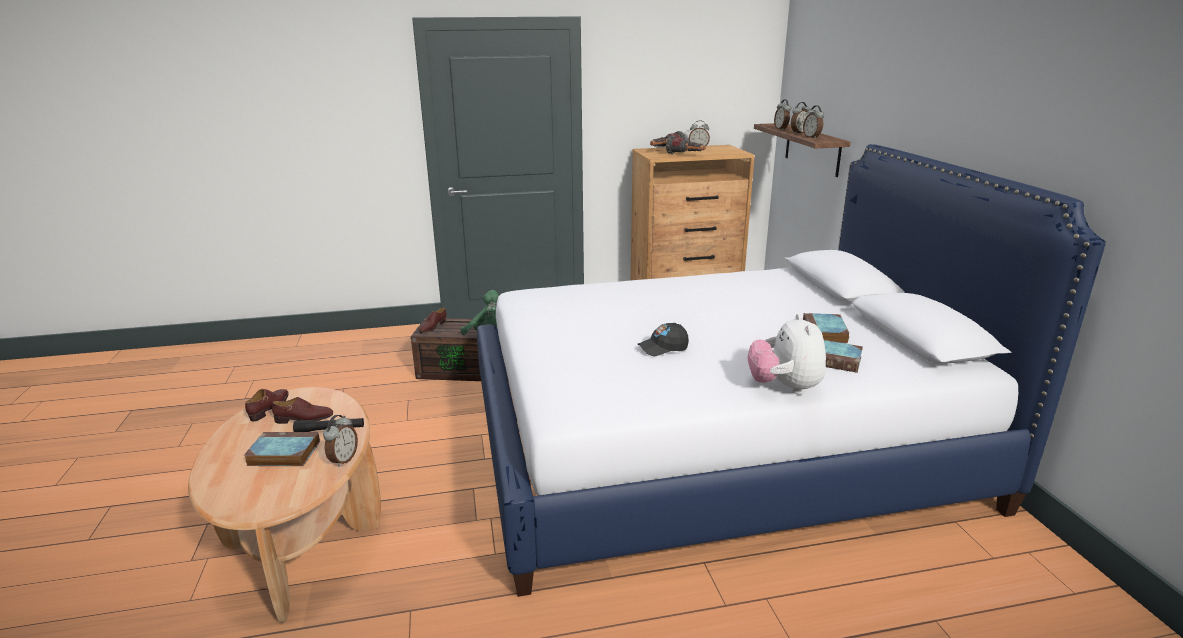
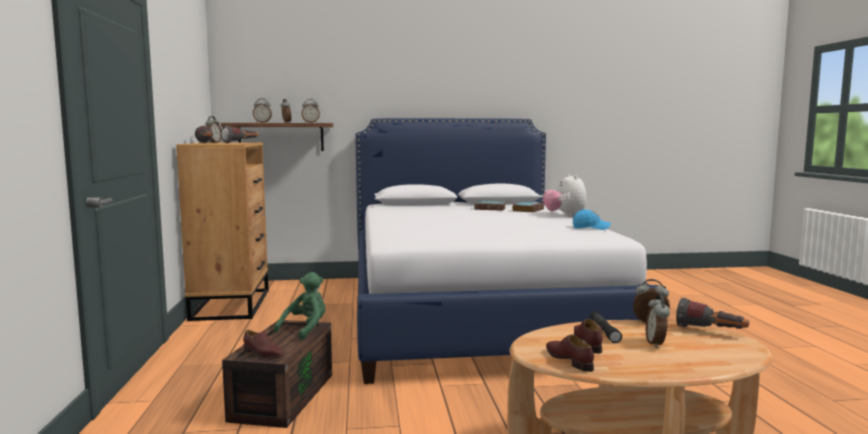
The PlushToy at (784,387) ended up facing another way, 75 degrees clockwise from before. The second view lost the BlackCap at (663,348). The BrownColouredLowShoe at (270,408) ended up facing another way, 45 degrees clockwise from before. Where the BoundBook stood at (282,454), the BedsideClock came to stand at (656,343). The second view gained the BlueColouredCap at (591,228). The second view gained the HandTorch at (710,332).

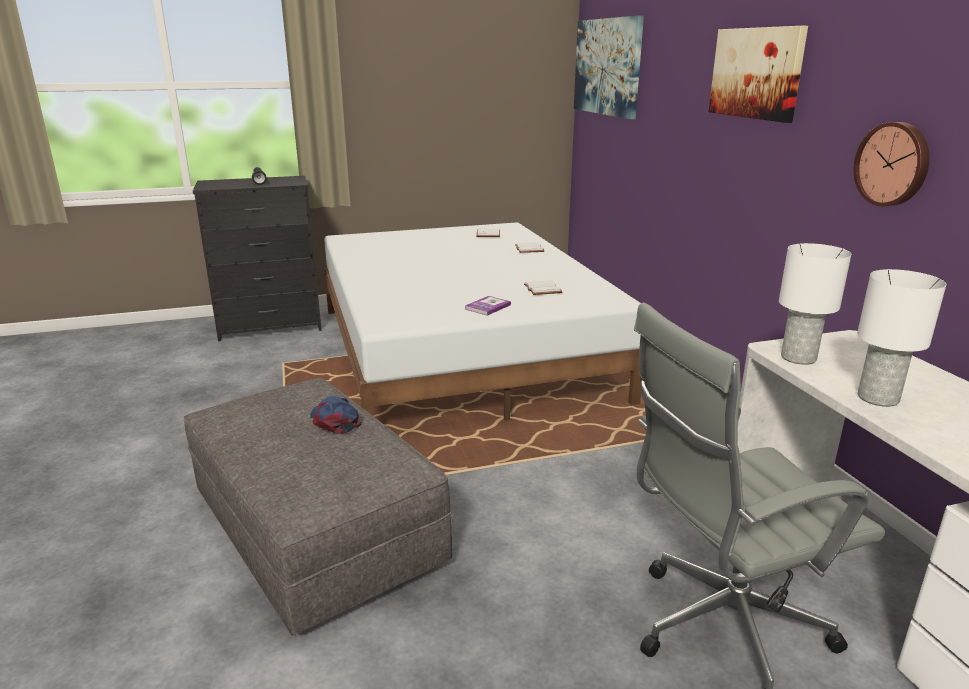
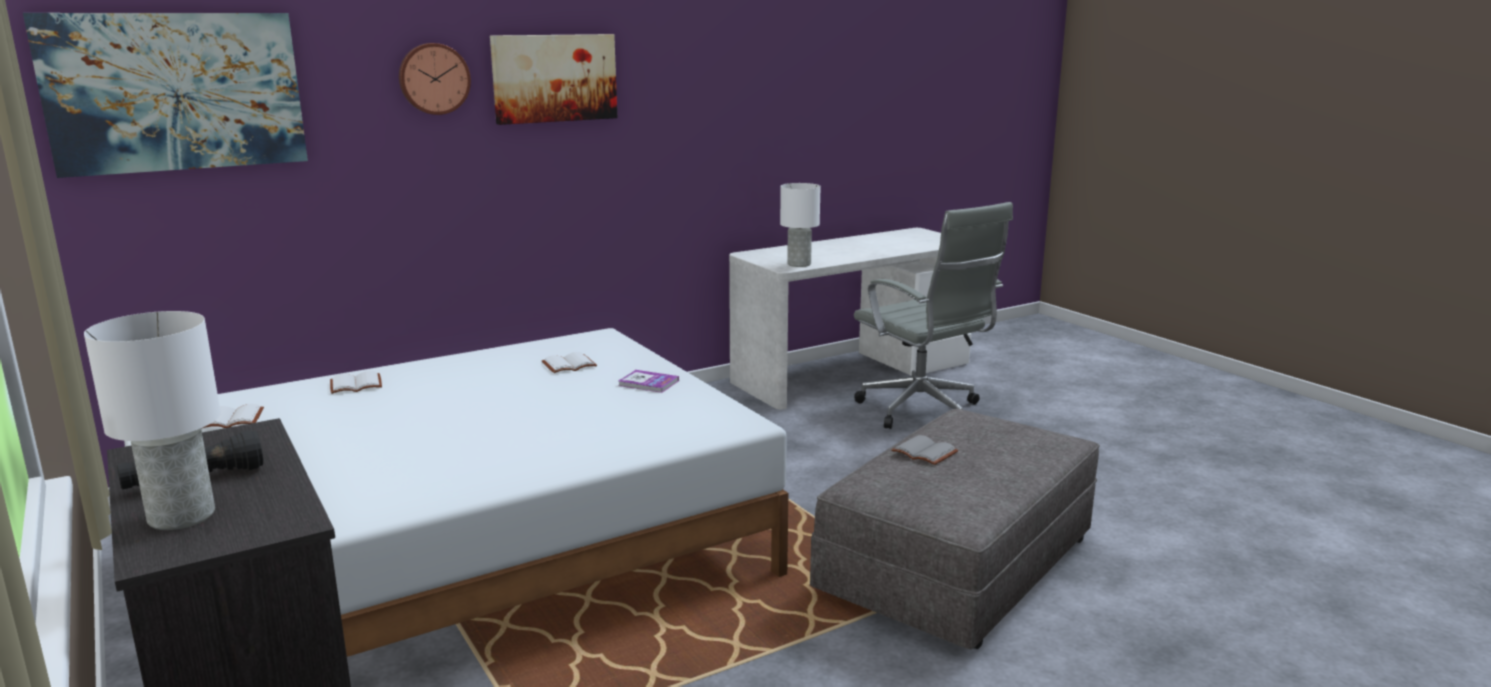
The HangingClock ended up elsewhere, having gone from (893,164) to (434,78). The WhitishTableLamp ended up elsewhere, having gone from (879,398) to (183,515). Where the BlueColouredCap stood at (334,420), the GreyishBoundBook came to stand at (926,452).

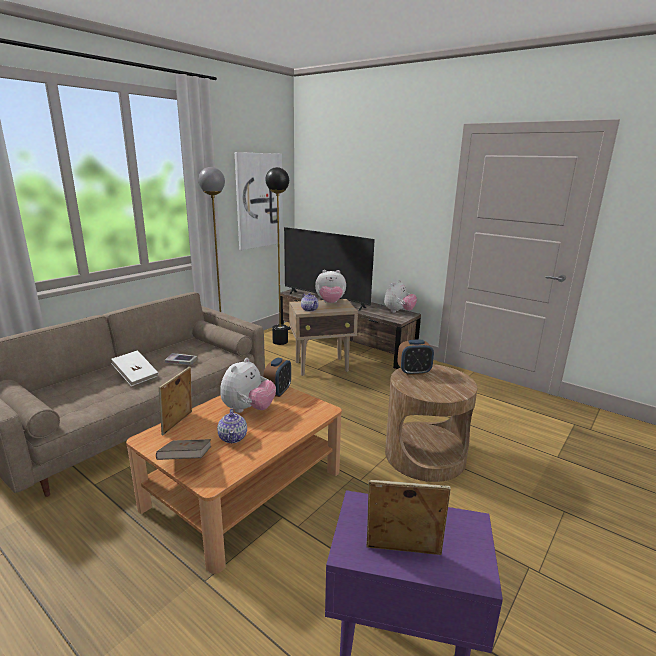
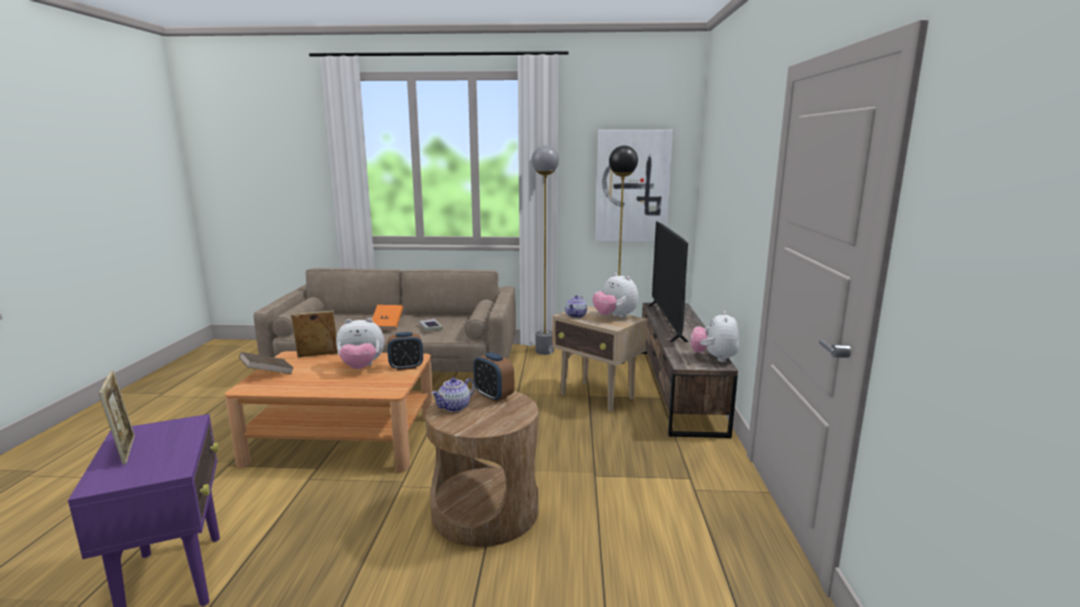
The PlushToy at (398,312) ended up facing another way, 105 degrees clockwise from before. What was the WhitishBoundBook at (136,376) turned into the OrangeColouredBoundBook at (387,325). The TeaPot ended up elsewhere, having gone from (233,437) to (455,407).

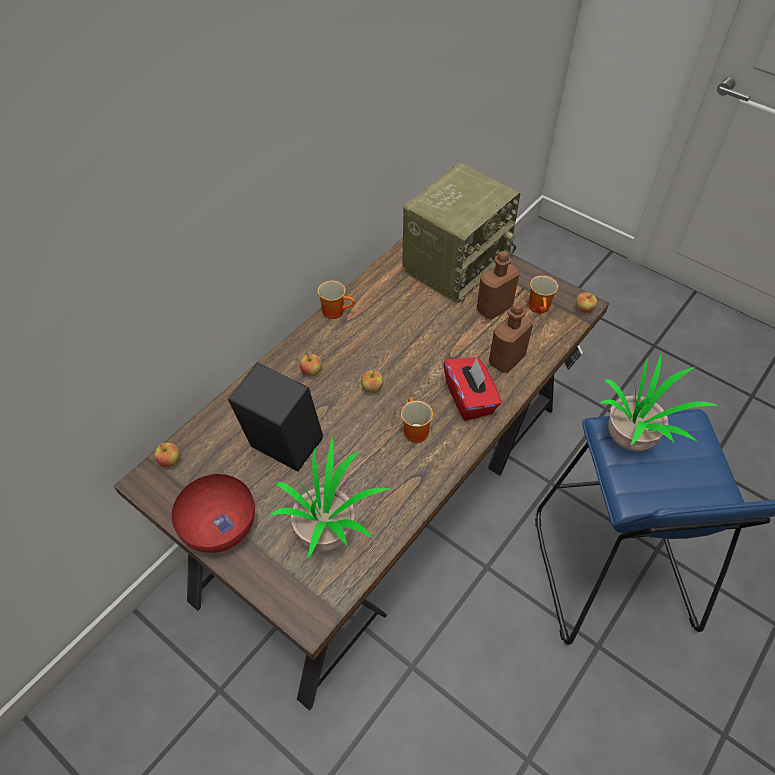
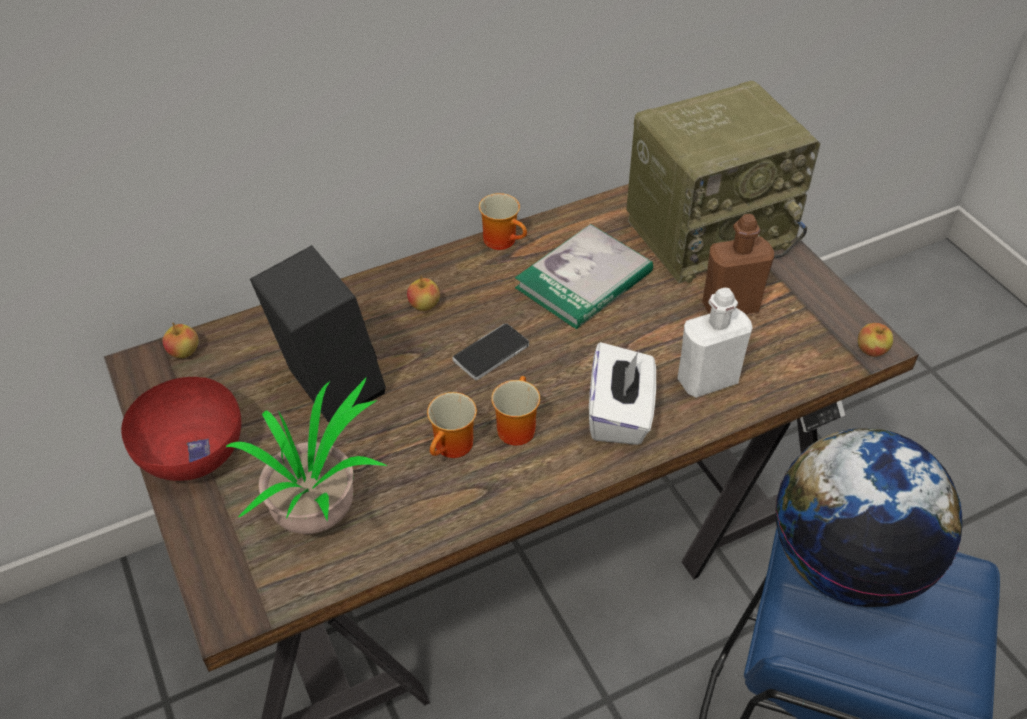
The CoffeeMug ended up elsewhere, having gone from (541,308) to (454,448). What was the BrownColouredBottle at (506,359) turned into the WhitishBottle at (707,380). Where the PlantInAPot stood at (633,439), the WorldGlobe came to stand at (846,562). What was the ReddishTissueHolder at (470,399) turned into the WhitishTissueHolder at (620,414). Where the WholeApple stood at (372,388), the Telephone came to stand at (491,353). The second view gained the BoundBook at (584,280).

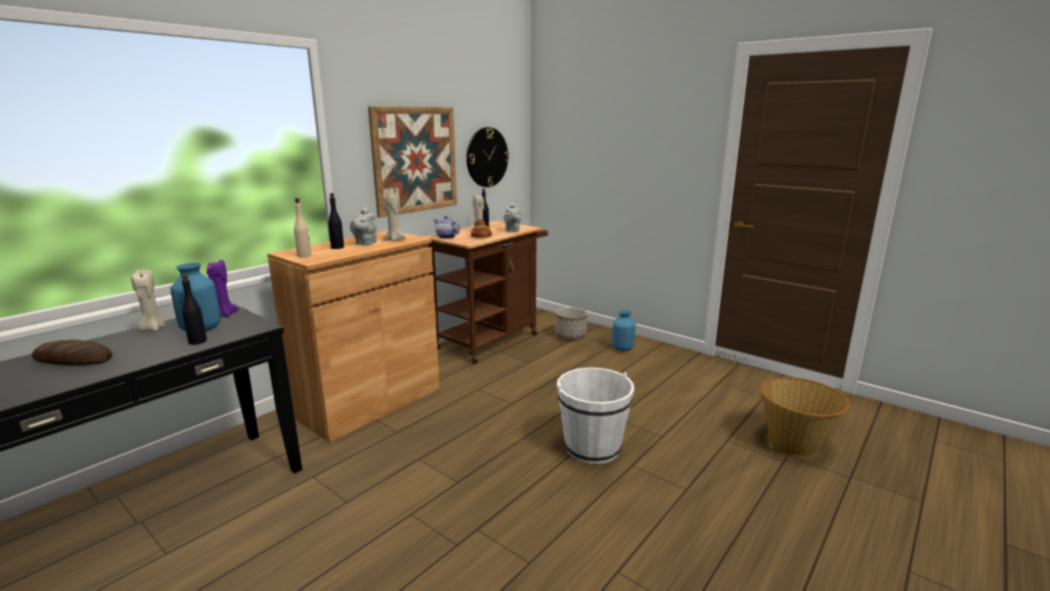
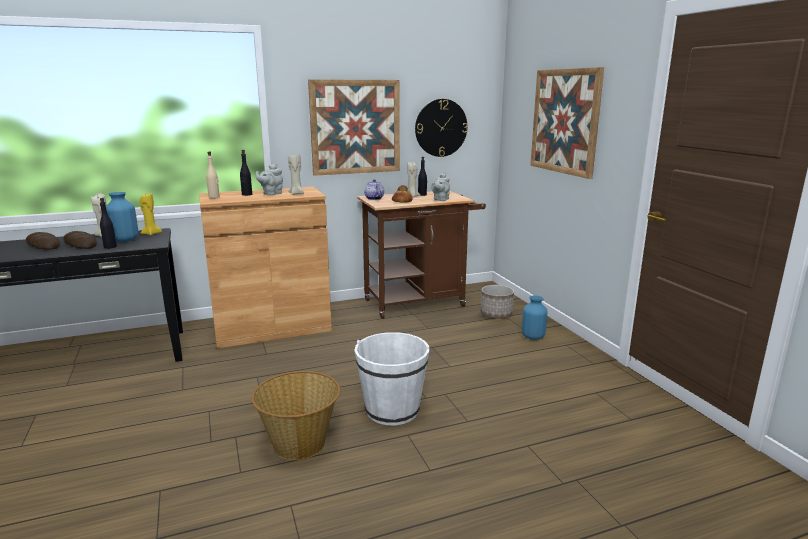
What was the PurplishWaxLight at (224,315) turned into the YellowWaxLight at (151,234). The HouseholdBasket ended up elsewhere, having gone from (795,443) to (300,444). The second view gained the WallArt at (565,121). The second view gained the BakedBread at (80,244).

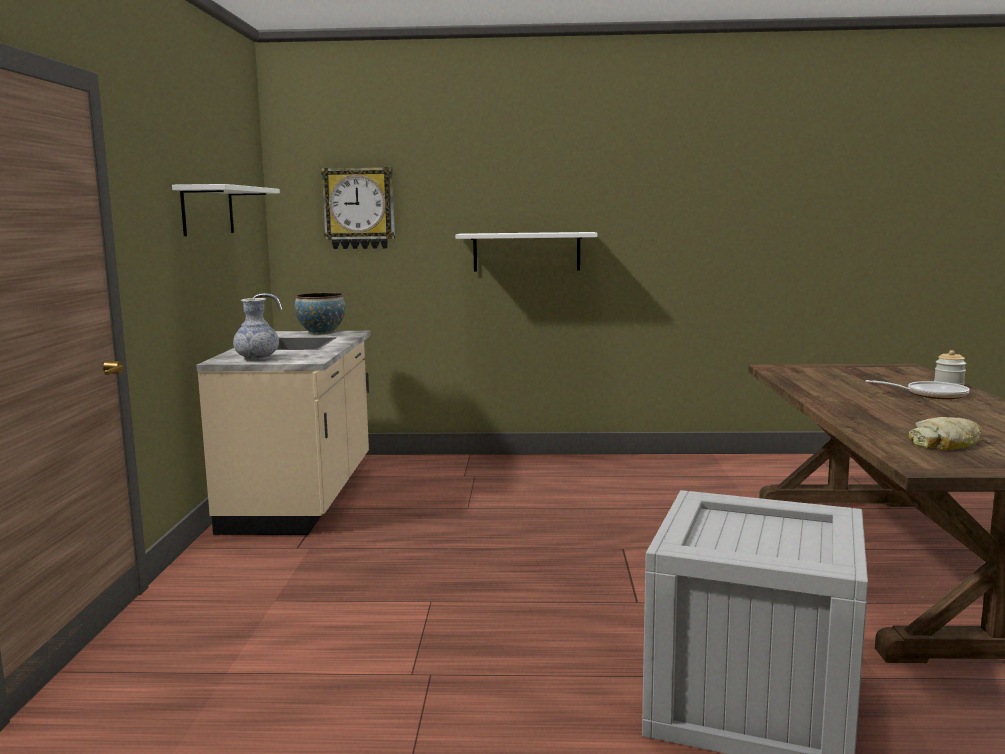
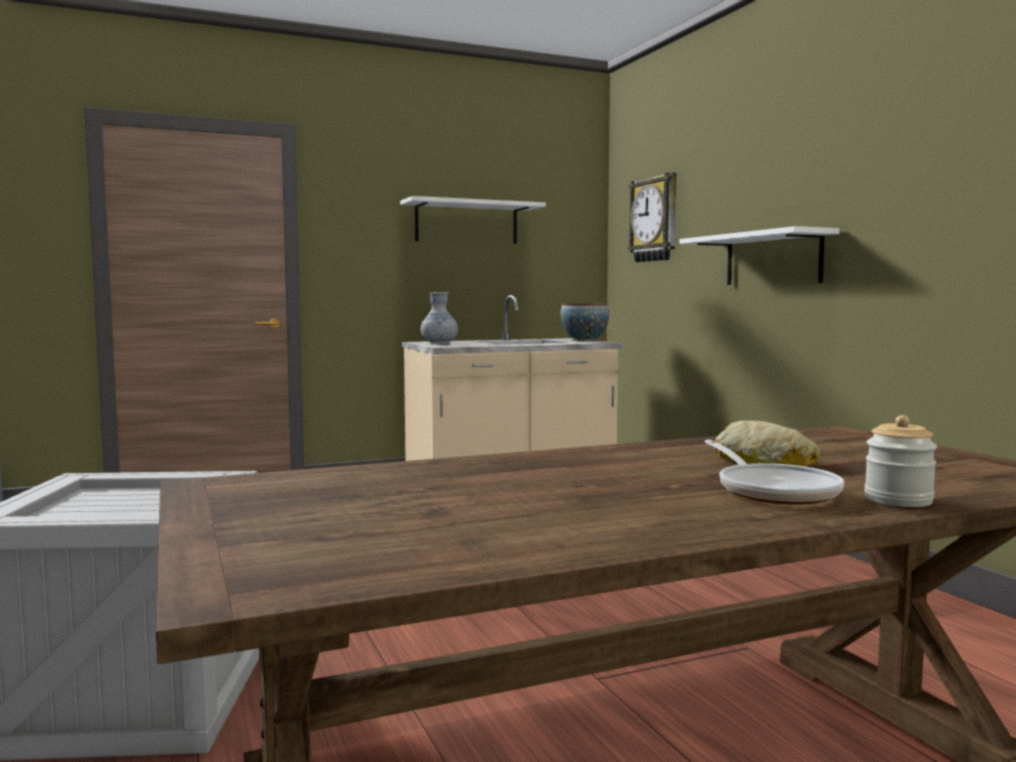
The BakedBread ended up elsewhere, having gone from (946,444) to (764,460).

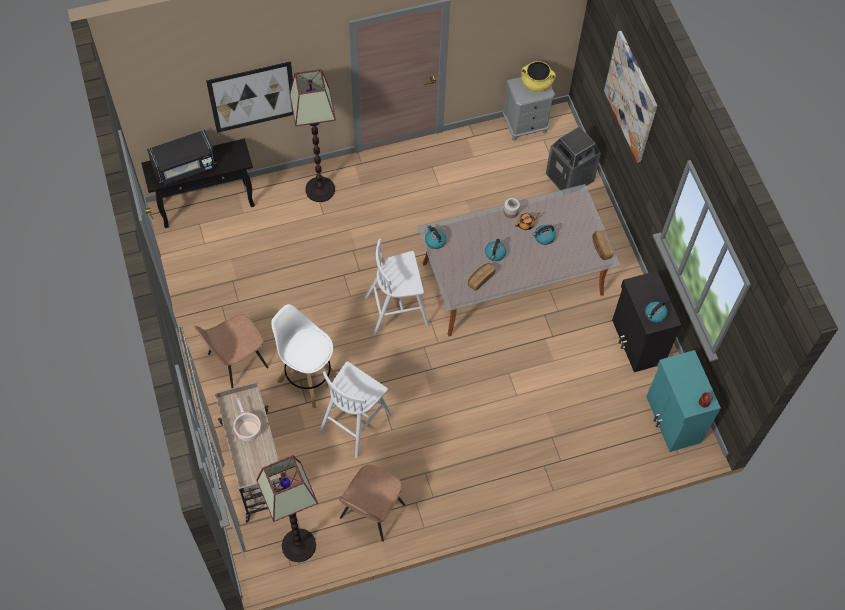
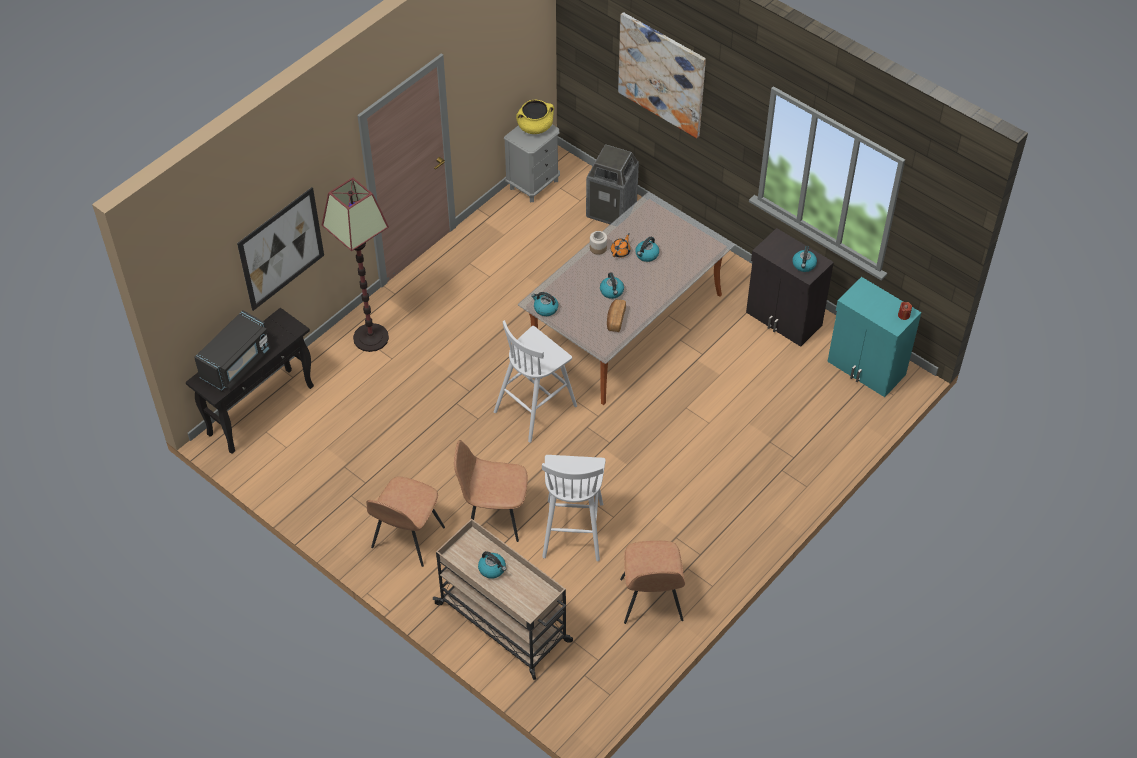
The second view lost the BakedBread at (601,248). Where the WhitishStool stood at (308,379), the BrownColouredChair came to stand at (494,516). Where the CookingPot stood at (247,429), the WaterKettle came to stand at (492,569). The second view lost the FloorLamp at (298,545).

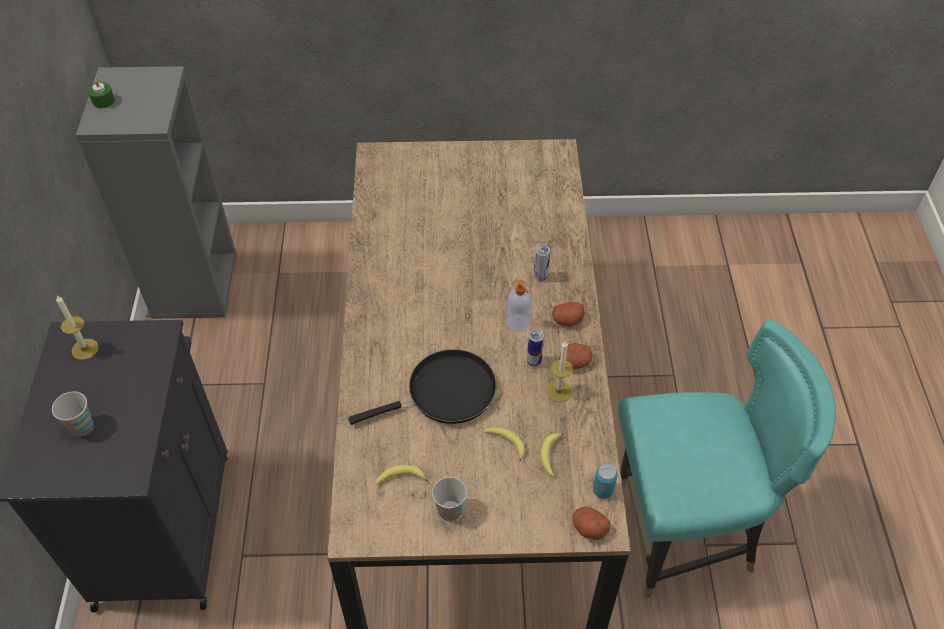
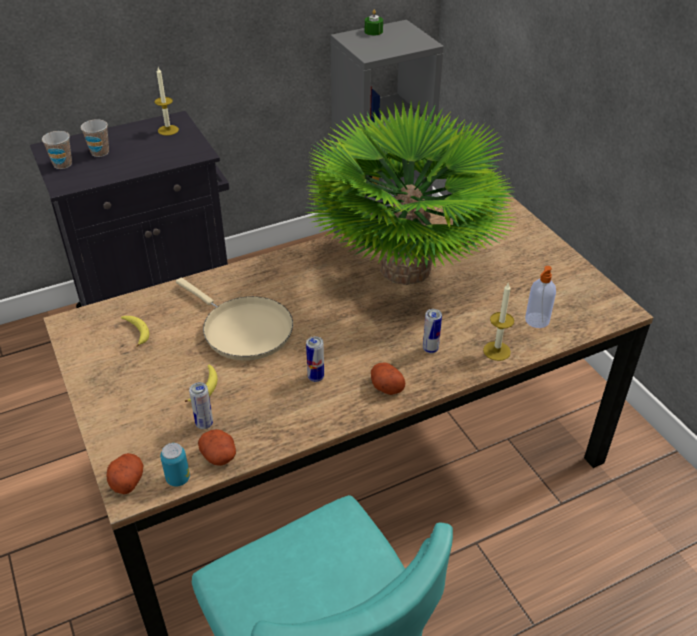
The SoapBottle ended up elsewhere, having gone from (518,323) to (536,321). The WaxLight ended up elsewhere, having gone from (559,391) to (496,351). The Spud ended up elsewhere, having gone from (574,362) to (219,456). What was the BlackPan at (445,393) turned into the SandColouredPan at (243,329). Where the WholeBanana stood at (550,455), the MetalCan came to stand at (204,424). The Cup ended up elsewhere, having gone from (450,511) to (62,164). The second view gained the PlantInAPot at (405,269).

